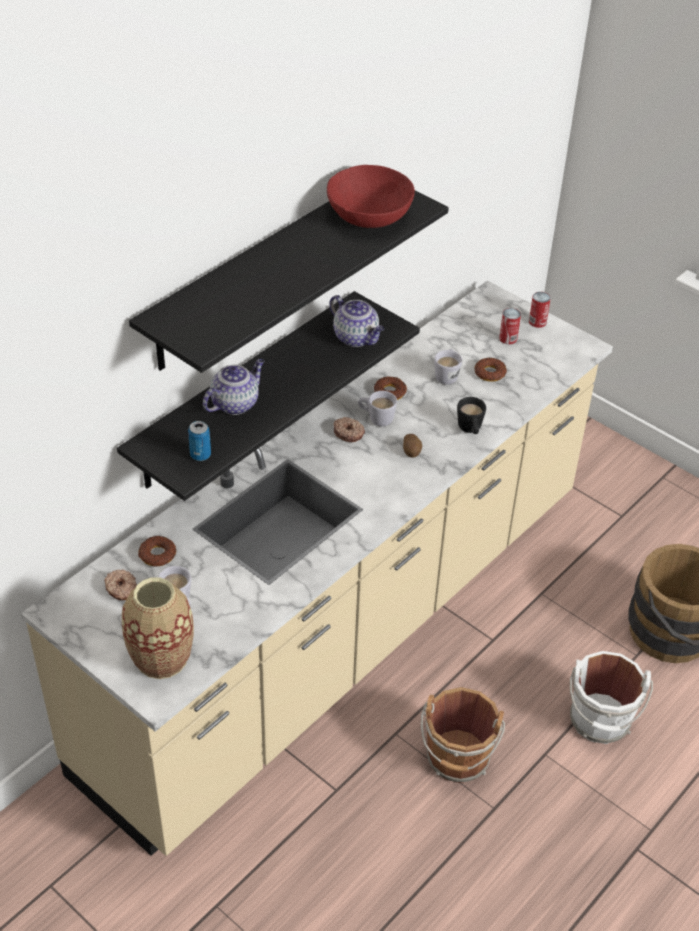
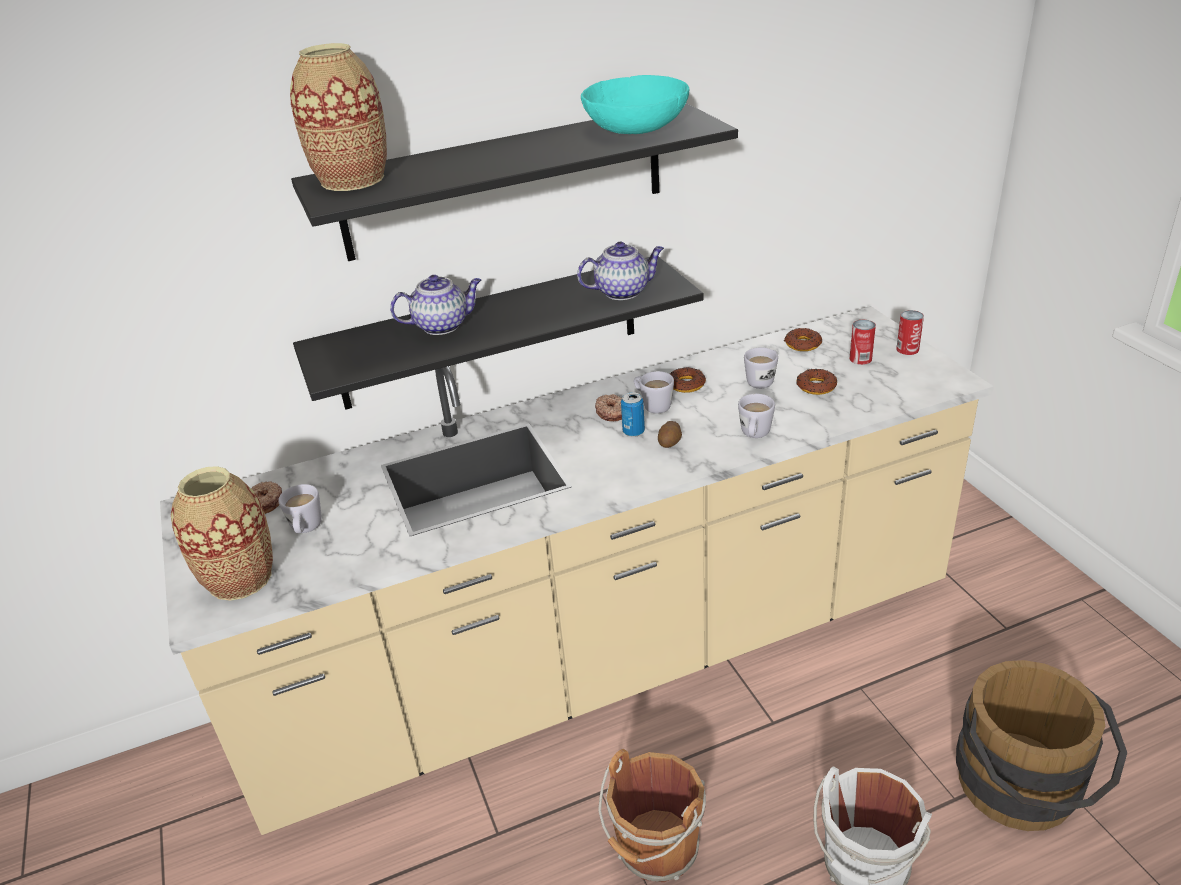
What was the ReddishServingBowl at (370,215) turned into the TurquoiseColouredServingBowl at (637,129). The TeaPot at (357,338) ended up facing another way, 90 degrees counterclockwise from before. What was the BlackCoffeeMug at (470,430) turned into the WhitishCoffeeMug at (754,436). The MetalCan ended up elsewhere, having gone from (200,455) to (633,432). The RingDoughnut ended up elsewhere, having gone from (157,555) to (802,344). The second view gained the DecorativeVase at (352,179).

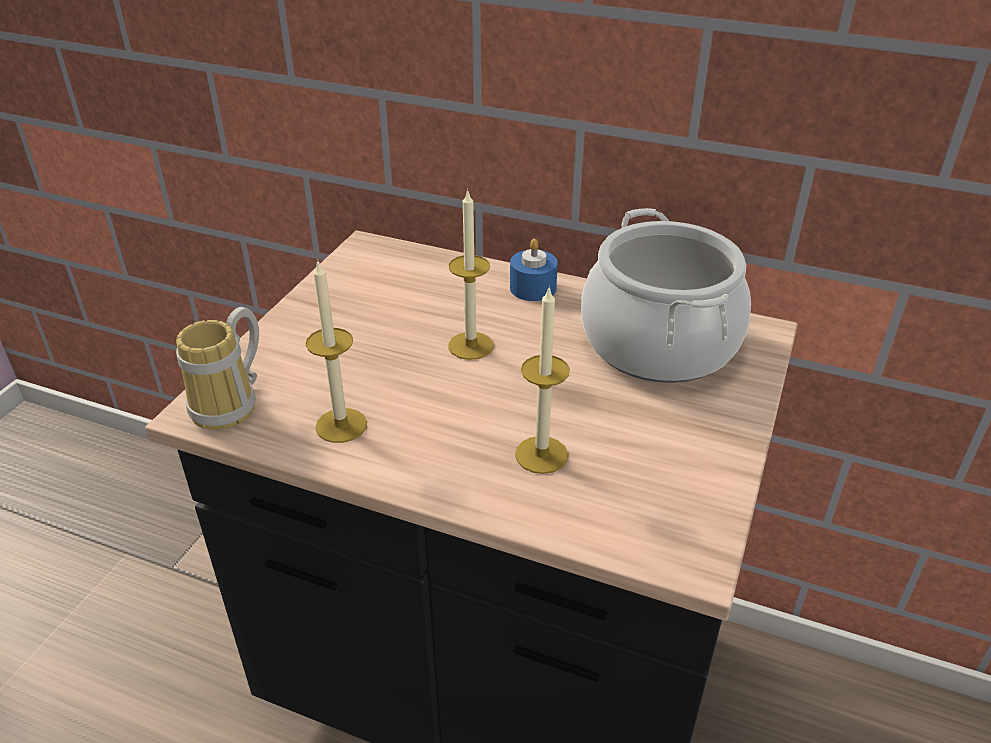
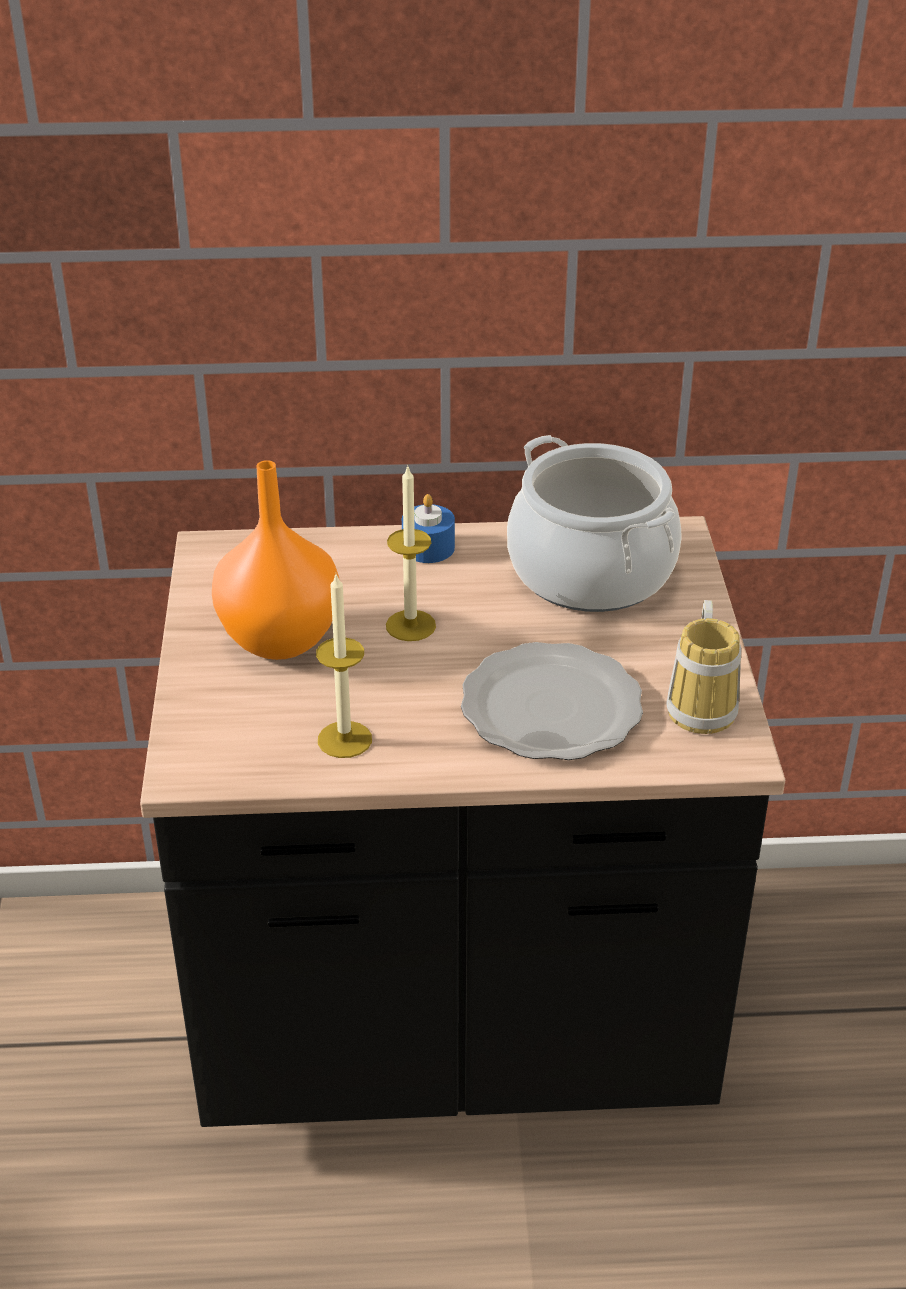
Where the WaxLight stood at (541,455), the FlatDish came to stand at (554,708). The CoffeeMug ended up elsewhere, having gone from (233,405) to (704,706). The second view gained the OrangeColouredDecorativeVase at (278,637).

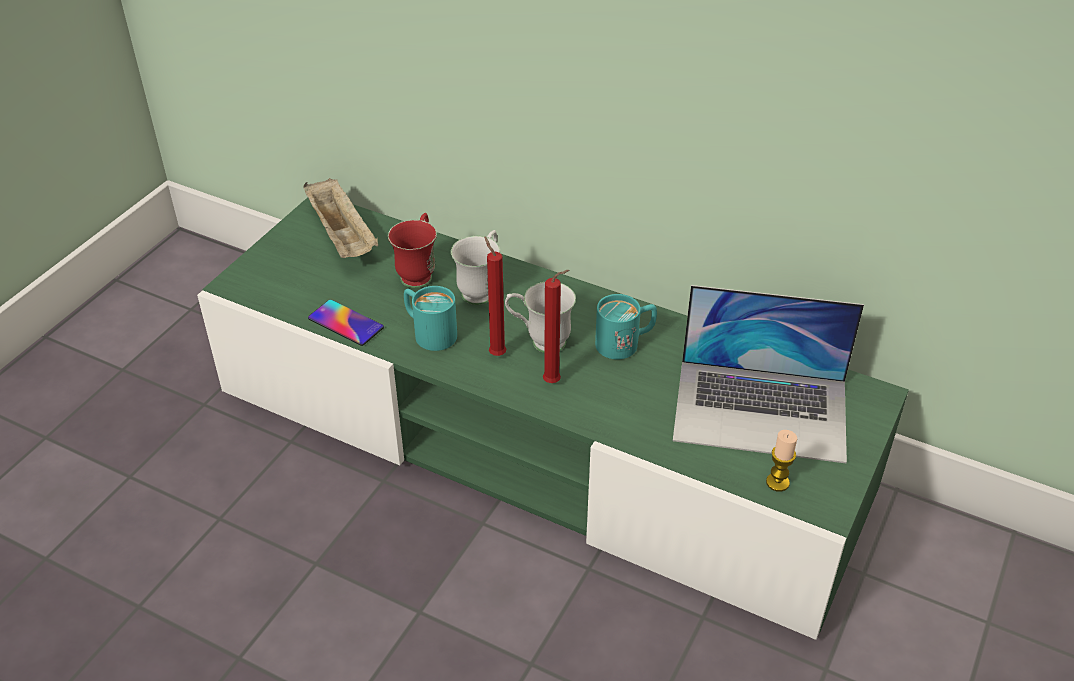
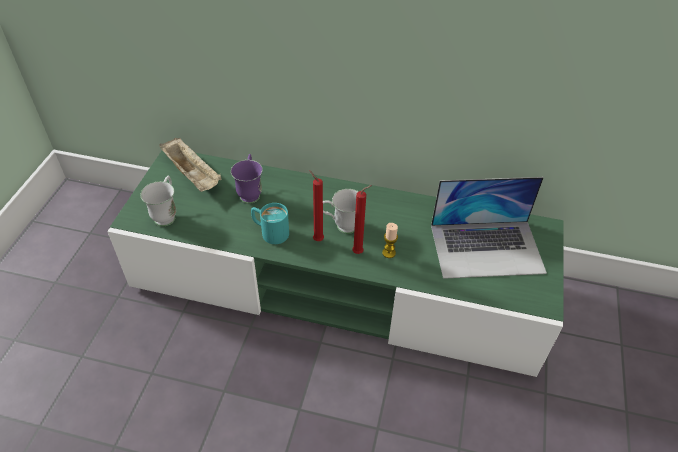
What was the ReddishCoffeeMug at (419,272) turned into the PurplishCoffeeMug at (250,192). The WhitishCoffeeMug ended up elsewhere, having gone from (481,289) to (167,214). The second view lost the TurquoiseColouredCoffeeMug at (625,343). The second view lost the Telephone at (346,323). The WaxLight ended up elsewhere, having gone from (777,482) to (389,253).

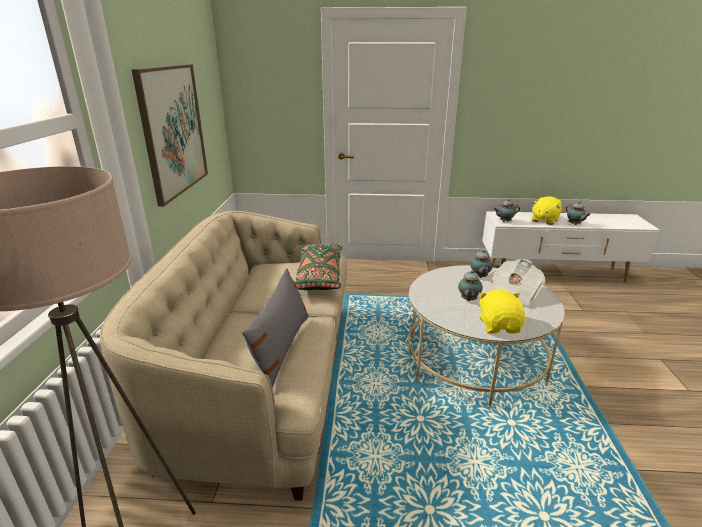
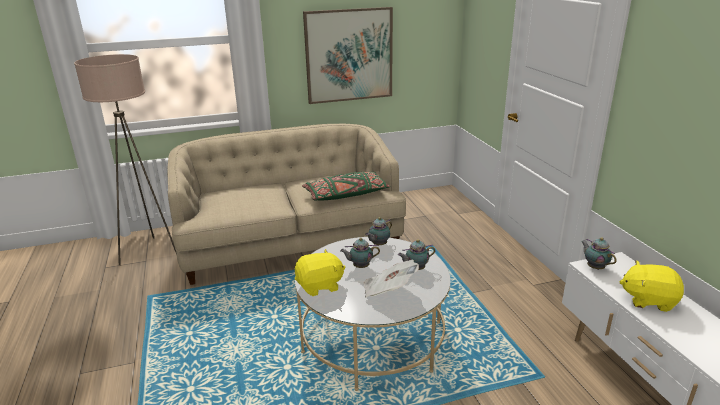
The TeaPot ended up elsewhere, having gone from (574,224) to (378,245). The second view lost the GreyishPillow at (281,347).

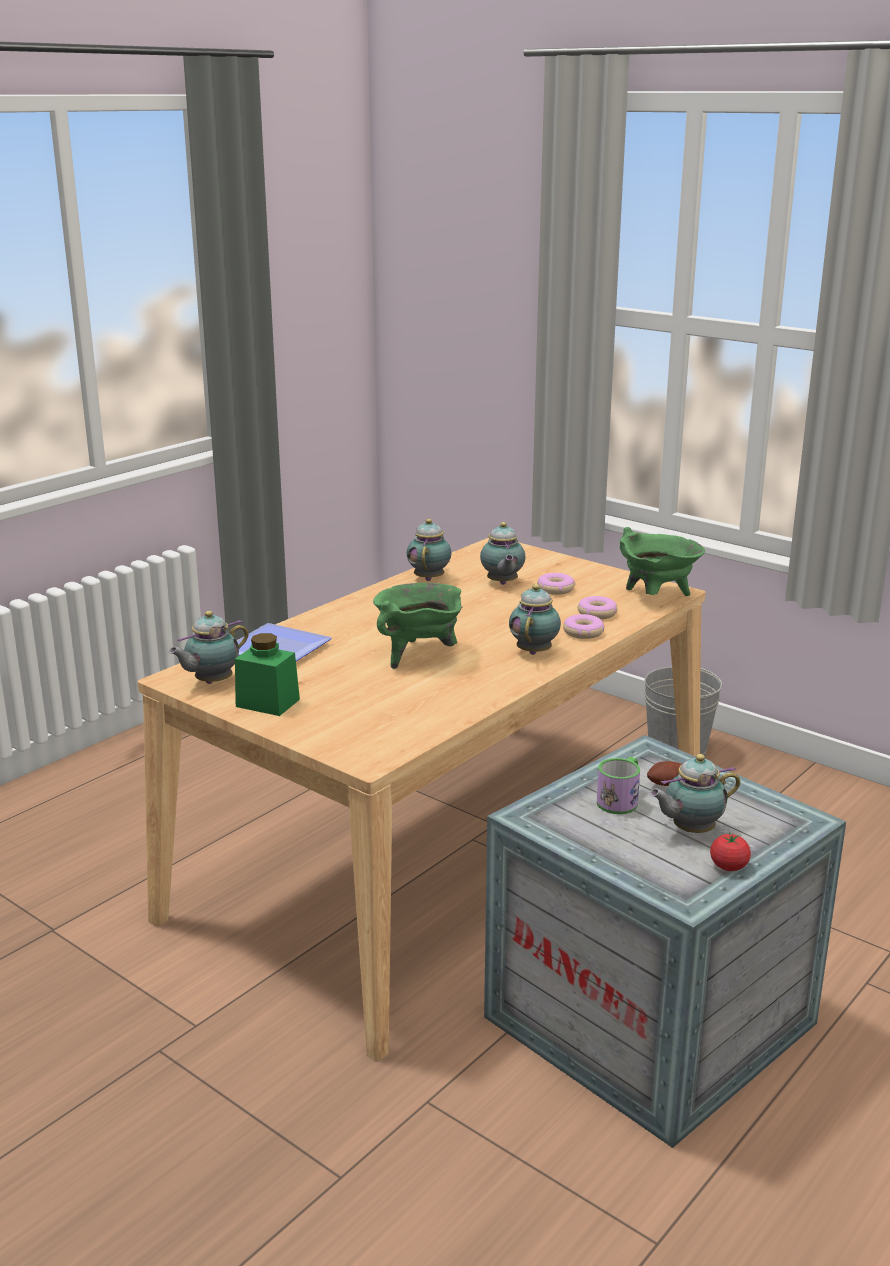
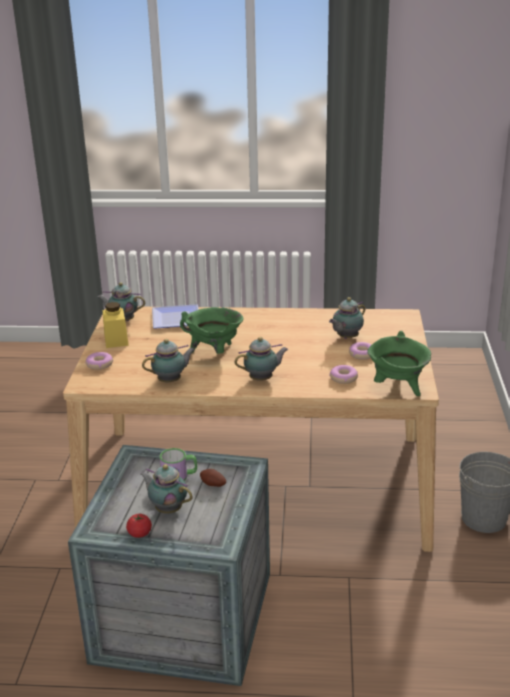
The TeaPot ended up elsewhere, having gone from (430,578) to (171,381). The RingDoughnut ended up elsewhere, having gone from (583,632) to (99,364). What was the GreenishJar at (267,703) turned into the YellowJar at (116,340).

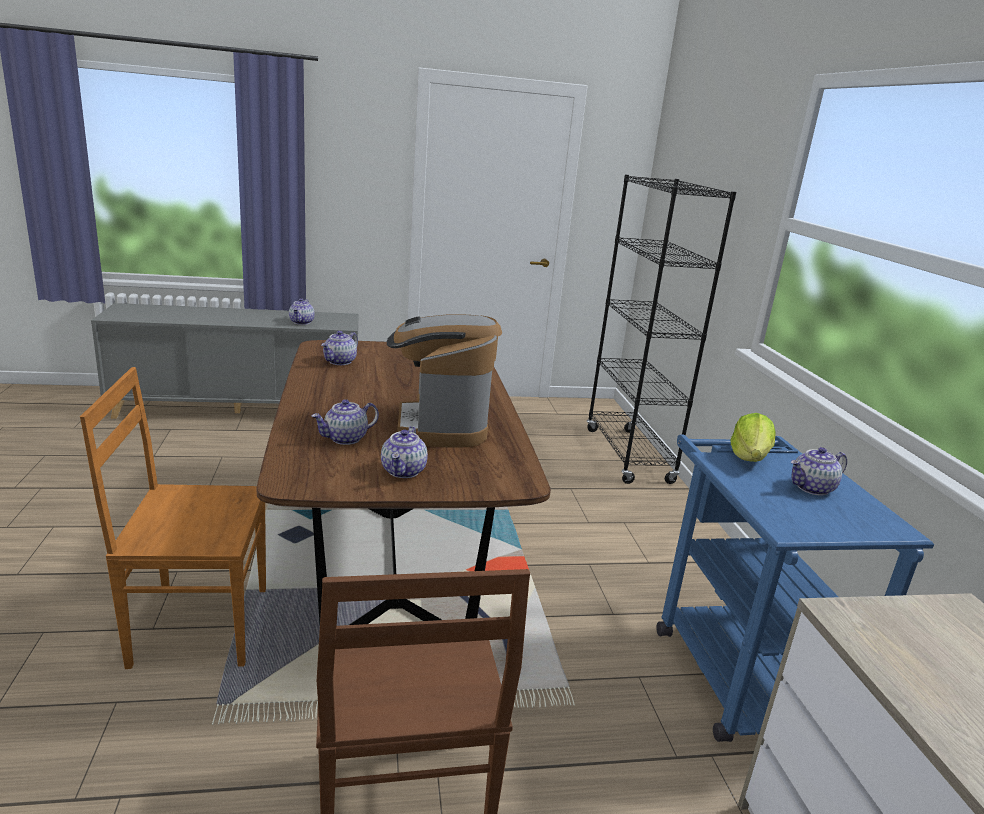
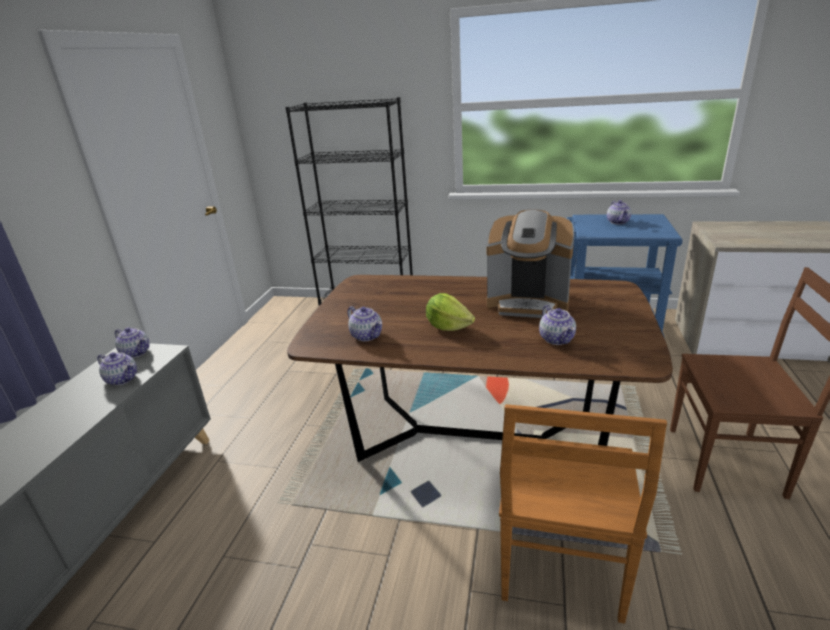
The LettuceHead ended up elsewhere, having gone from (749,457) to (448,326). The TeaPot ended up elsewhere, having gone from (404,471) to (136,352).

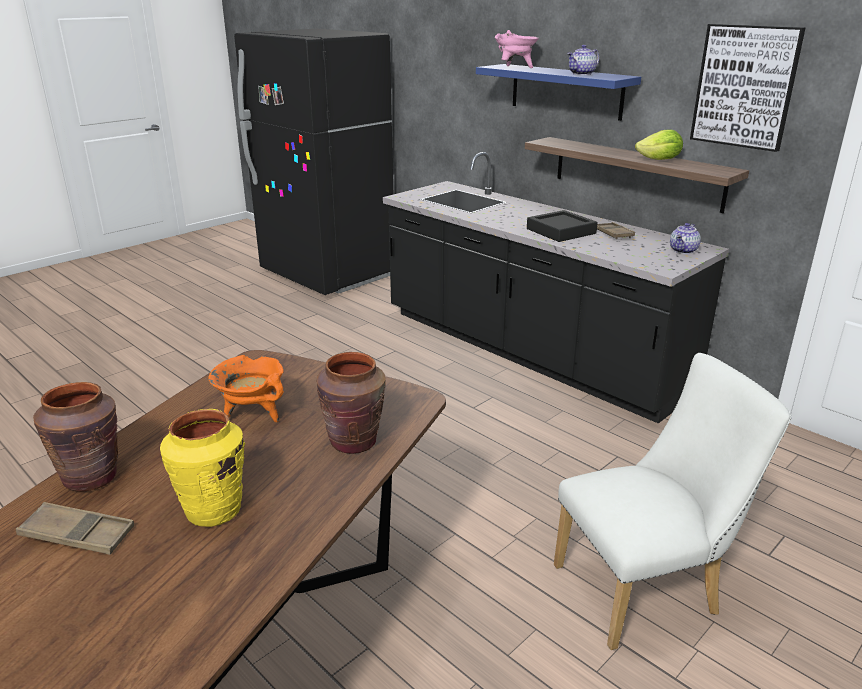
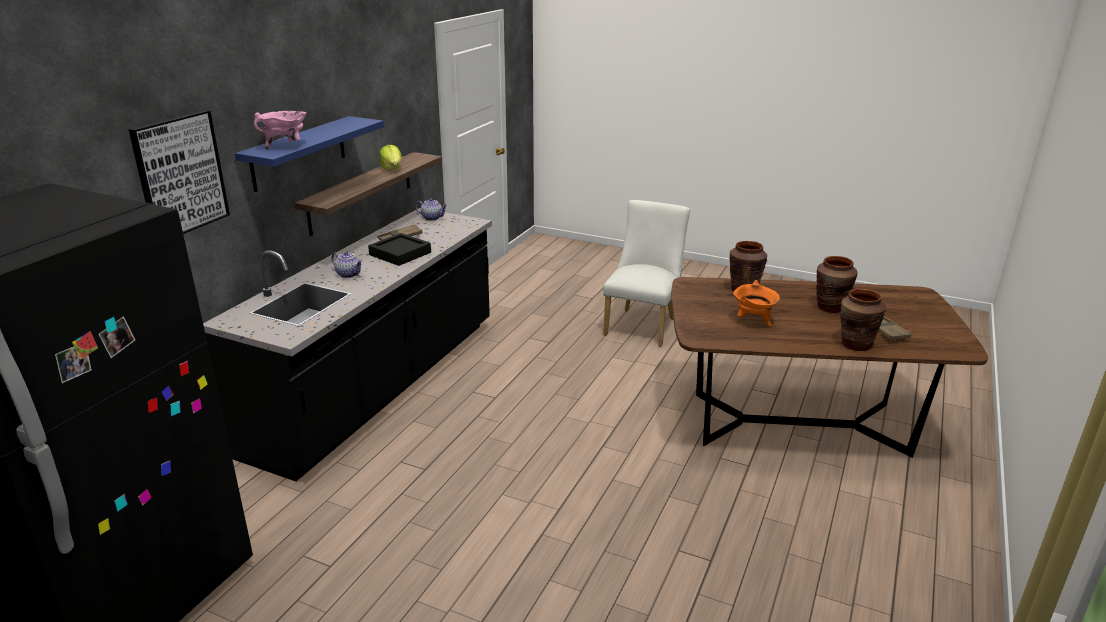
The WallArt ended up elsewhere, having gone from (745,86) to (180,174). The TeaPot ended up elsewhere, having gone from (582,74) to (349,274). The WhitishChair at (645,588) ended up facing another way, 60 degrees clockwise from before. What was the YellowDecorativeVase at (213,510) turned into the BrownColouredDecorativeVase at (830,307).

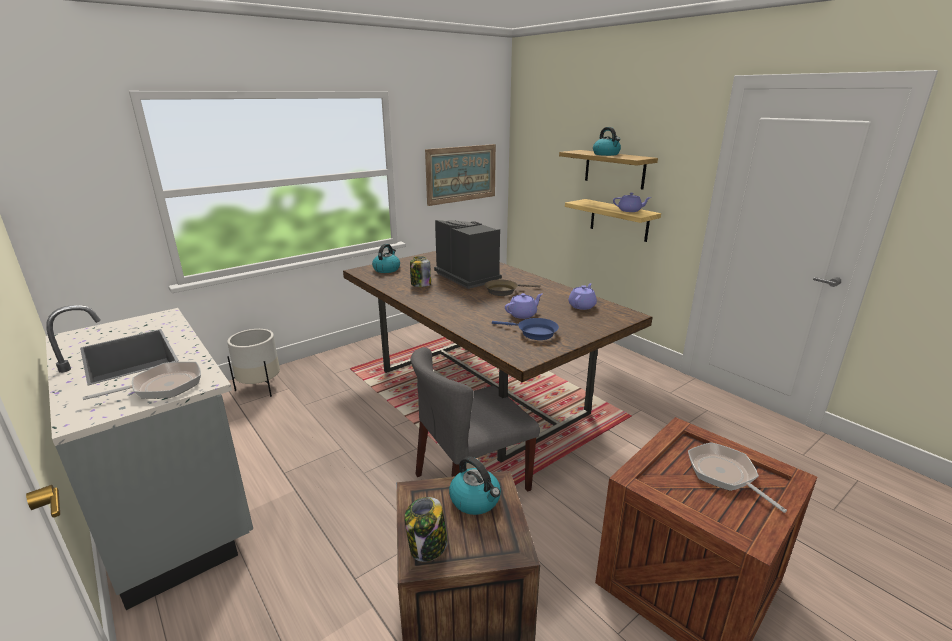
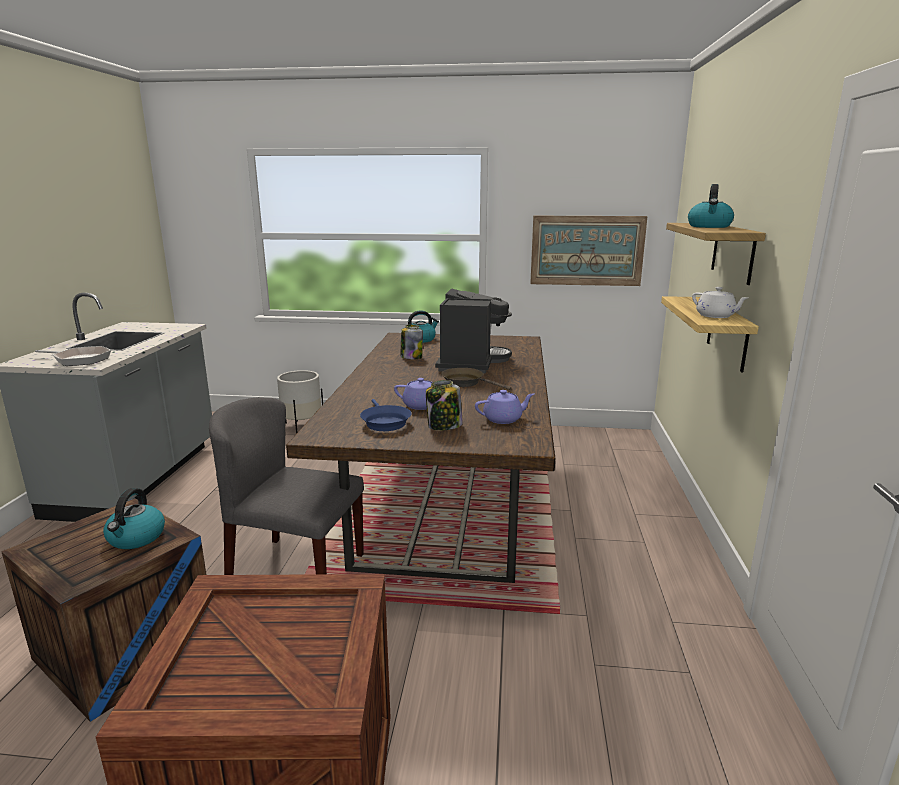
What was the PurplishTeaPot at (630,210) turned into the WhitishTeaPot at (716,316). The second view lost the Pan at (724,475). The Jar ended up elsewhere, having gone from (428,547) to (444,426).

